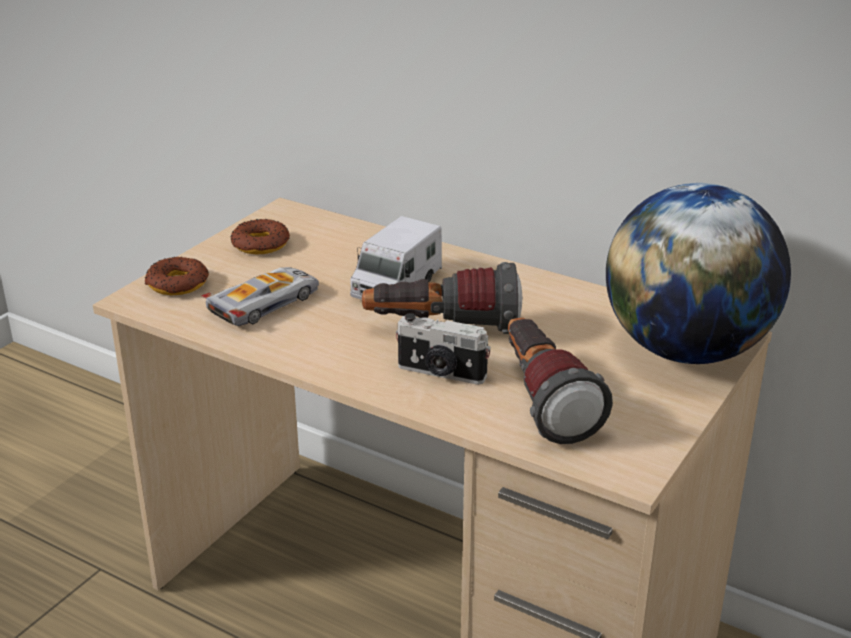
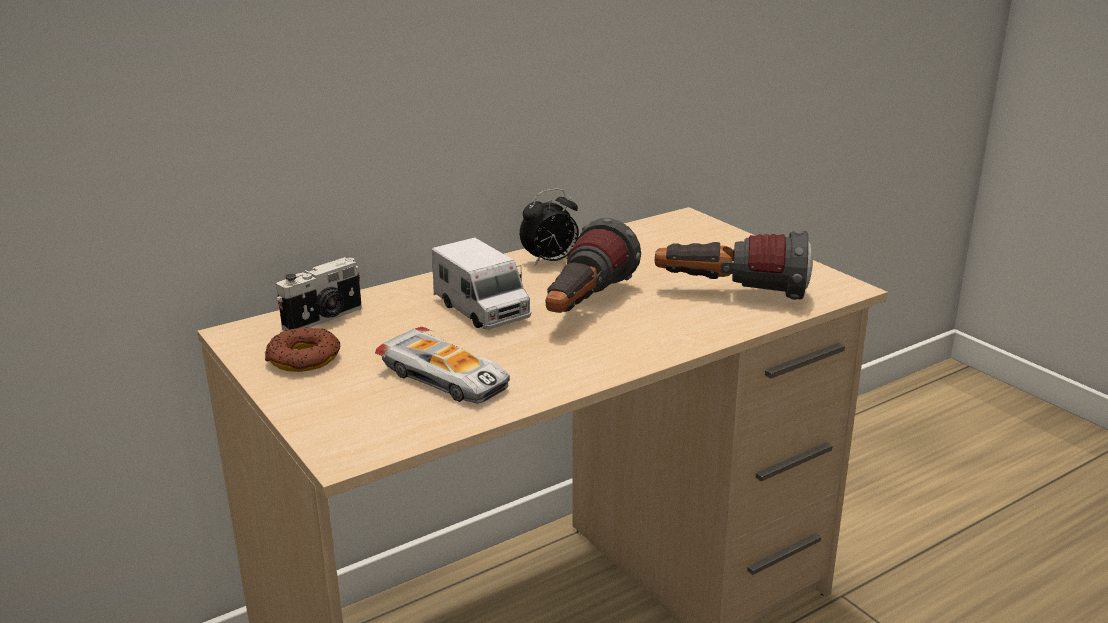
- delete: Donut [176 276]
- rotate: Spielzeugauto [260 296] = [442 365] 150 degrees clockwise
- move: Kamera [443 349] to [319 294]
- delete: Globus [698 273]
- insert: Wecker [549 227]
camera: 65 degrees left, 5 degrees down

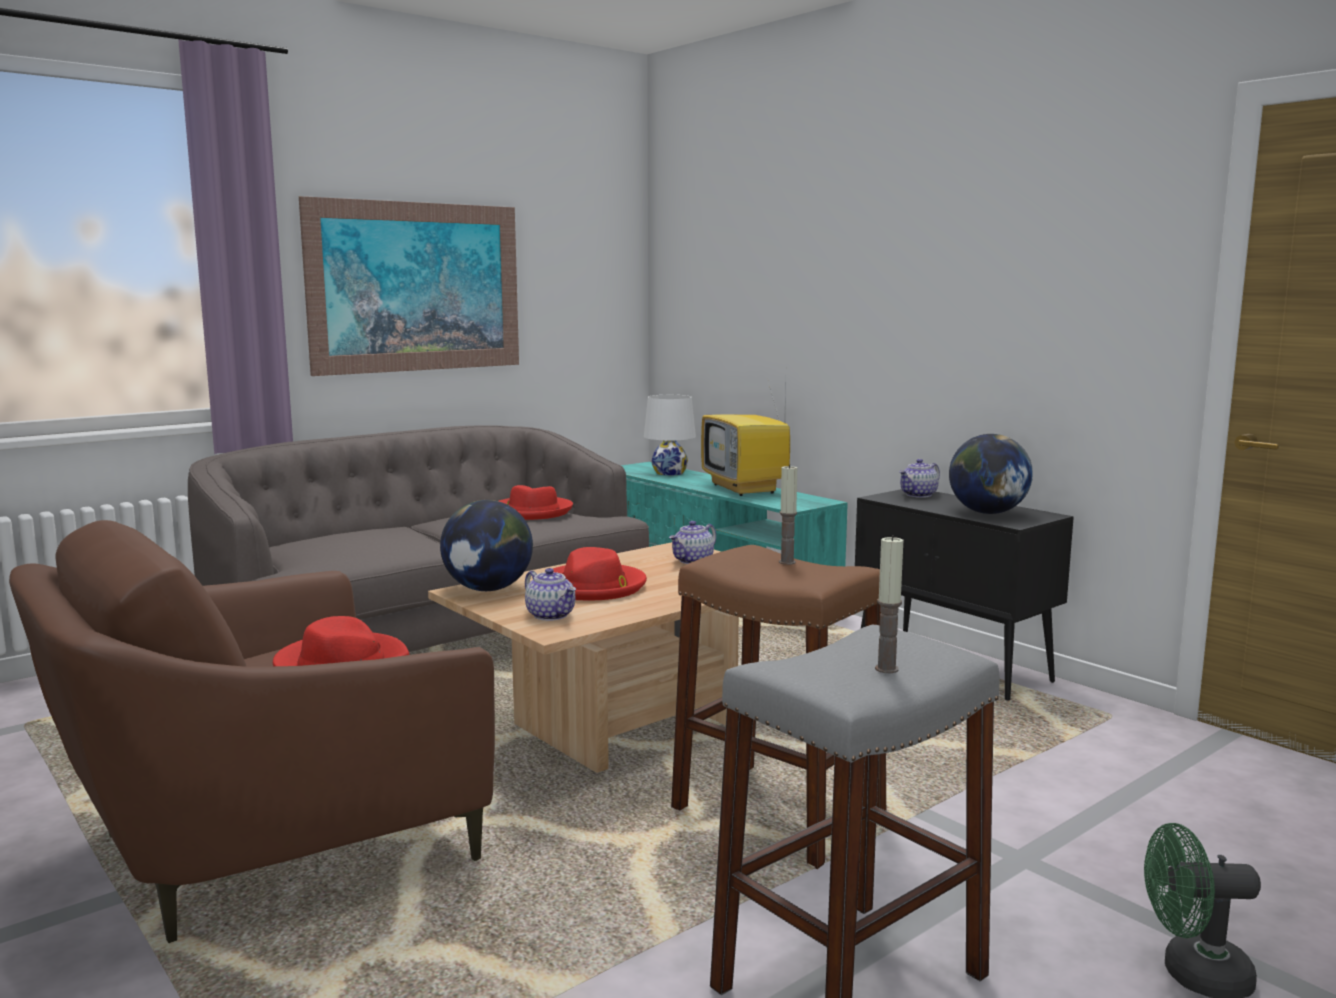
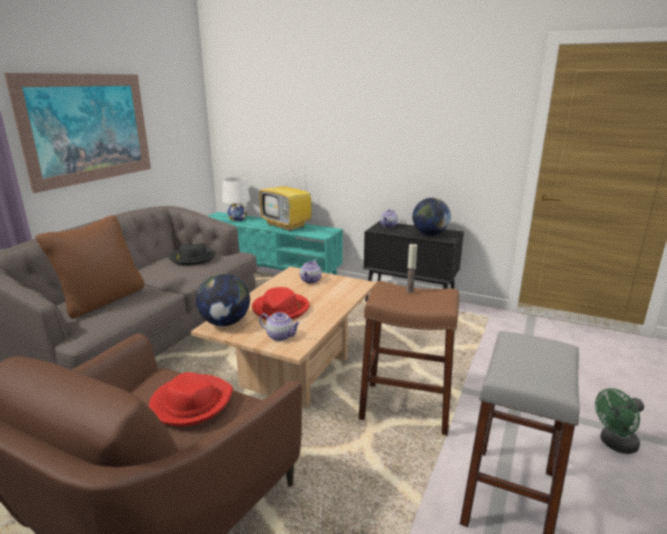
- recolor: Hut [rot] [536 502] to Hut [schwarz] [192 254]
- delete: Kerze [889 604]
- insert: Kissen [braun] [90 267]
camera: 25 degrees left, 10 degrees up

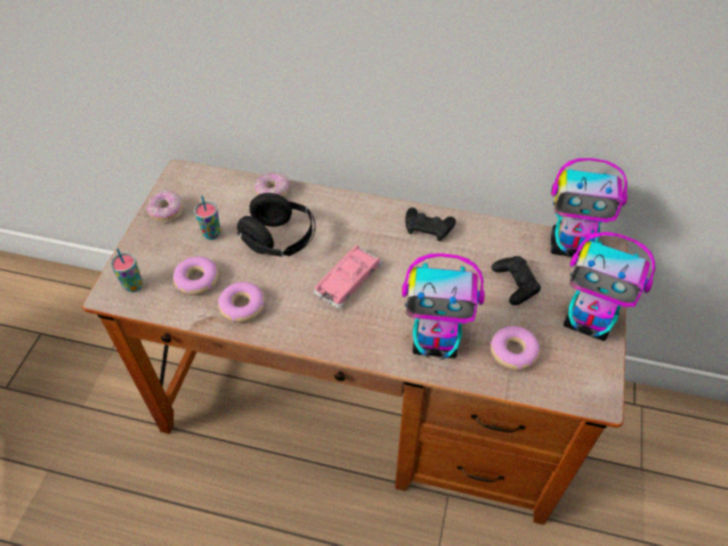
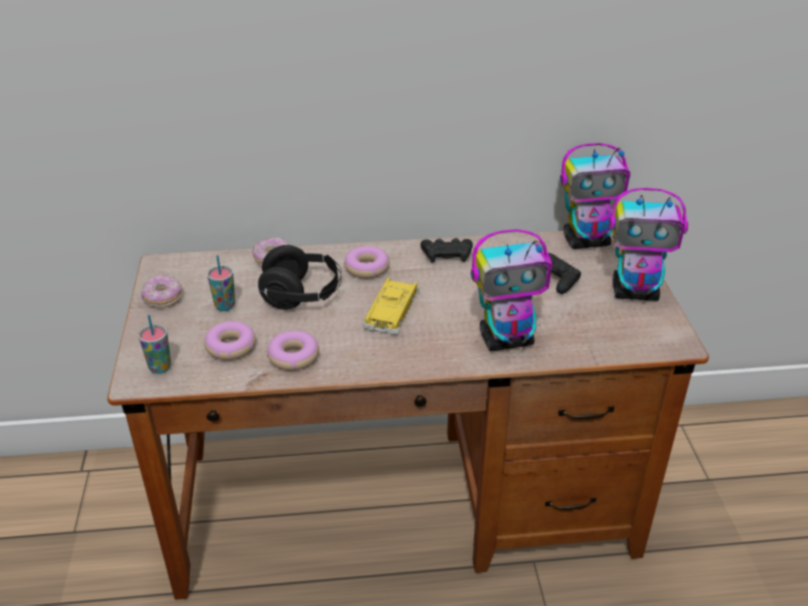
- recolor: Spielzeugauto [rosa] [347 277] to Spielzeugauto [gelb] [391 306]
- move: Donut [515 348] to [367 262]
camera: 20 degrees left, 15 degrees down

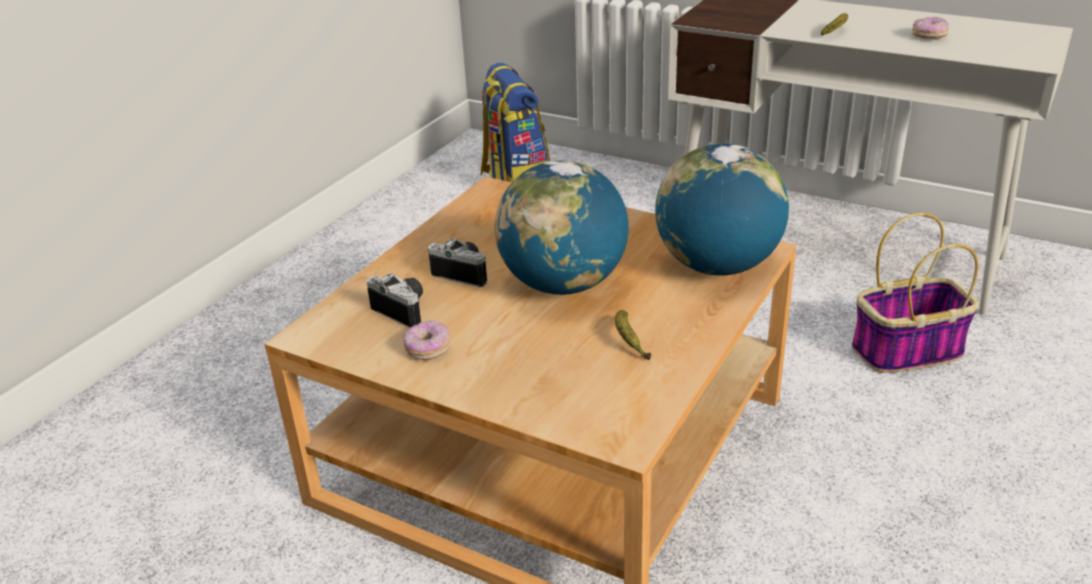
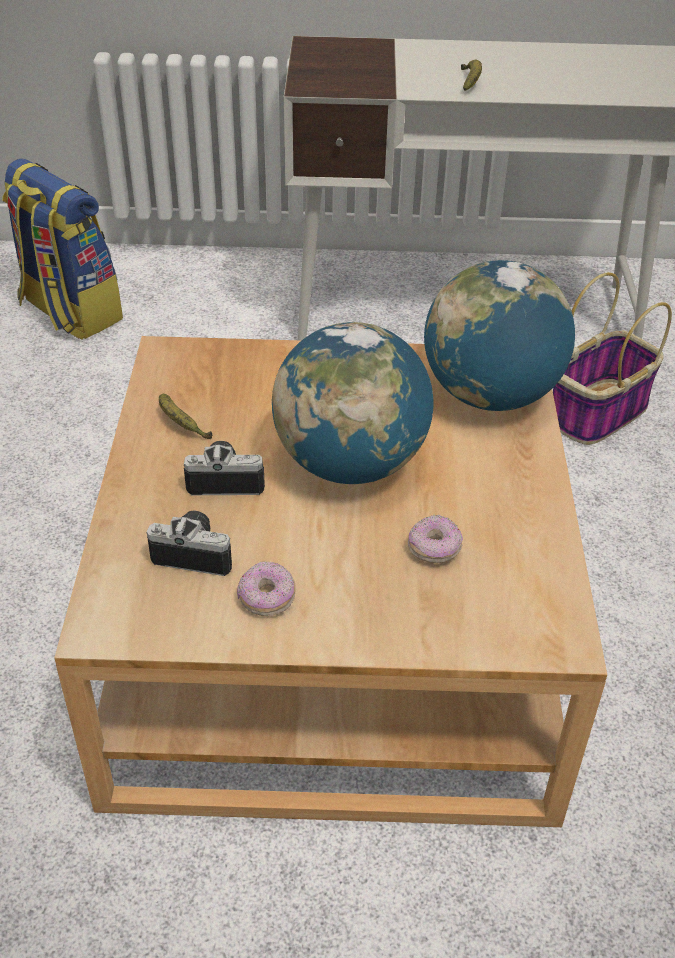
- move: Banane [633 335] to [185 416]
- move: Donut [930 27] to [435 539]
camera: 30 degrees left, 10 degrees up

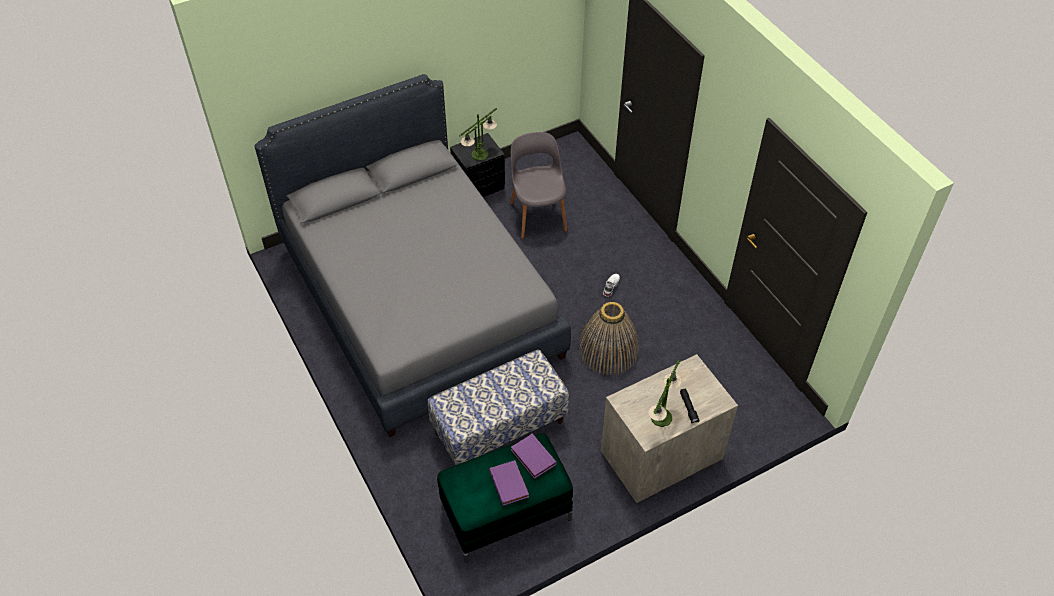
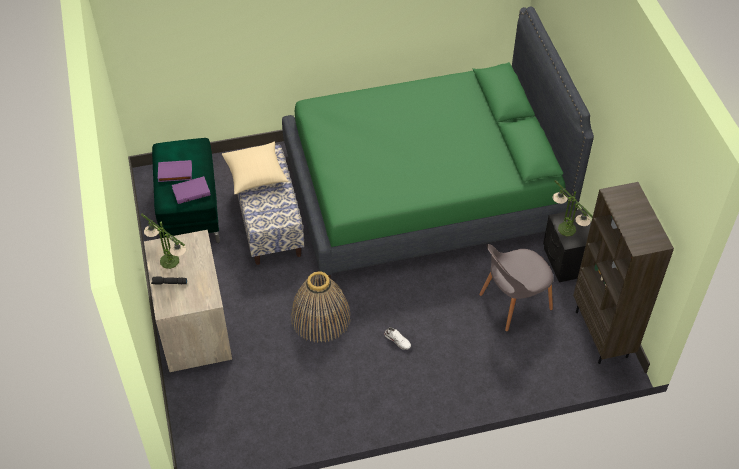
- recolor: Bett [grau] [412 255] to Bett [grün] [438 144]
- rotate: Stuhl [grau] [538 185] = [516 287] 150 degrees clockwise
- insert: Kissen [beige] [255 168]
- insert: Bücherregal [braun] [623 273]
camera: 105 degrees right, 0 degrees up

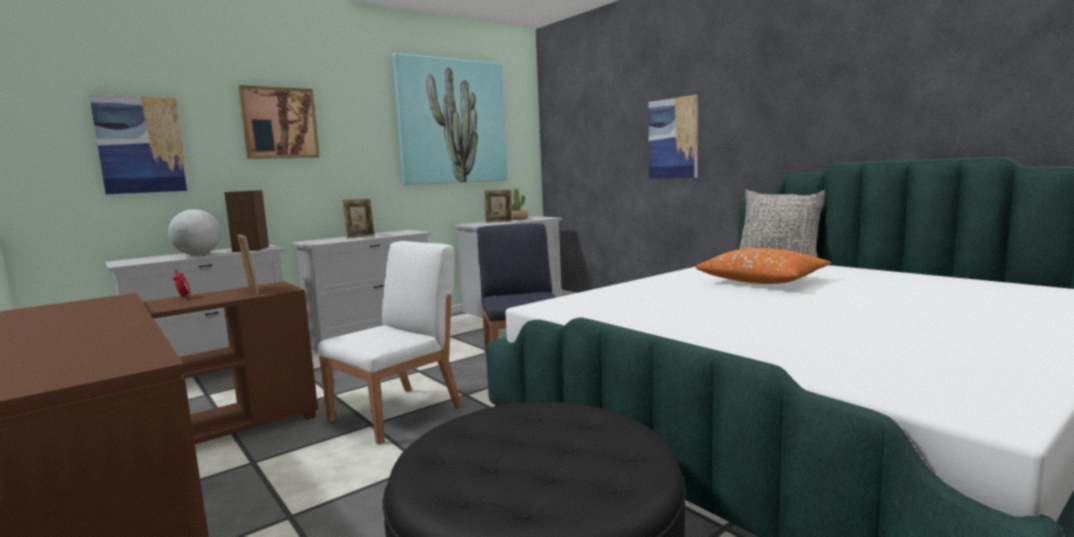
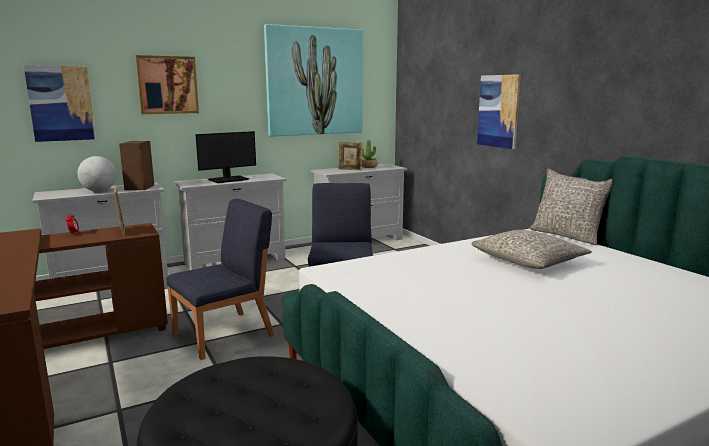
- recolor: Stuhl [weiß] [390 343] to Stuhl [blau] [220 279]
- replace: Bilderrahmen [358 219] to Monitor [225 157]
- recolor: Kissen [orange] [763 266] to Kissen [grau] [531 249]
camera: 10 degrees right, 5 degrees up

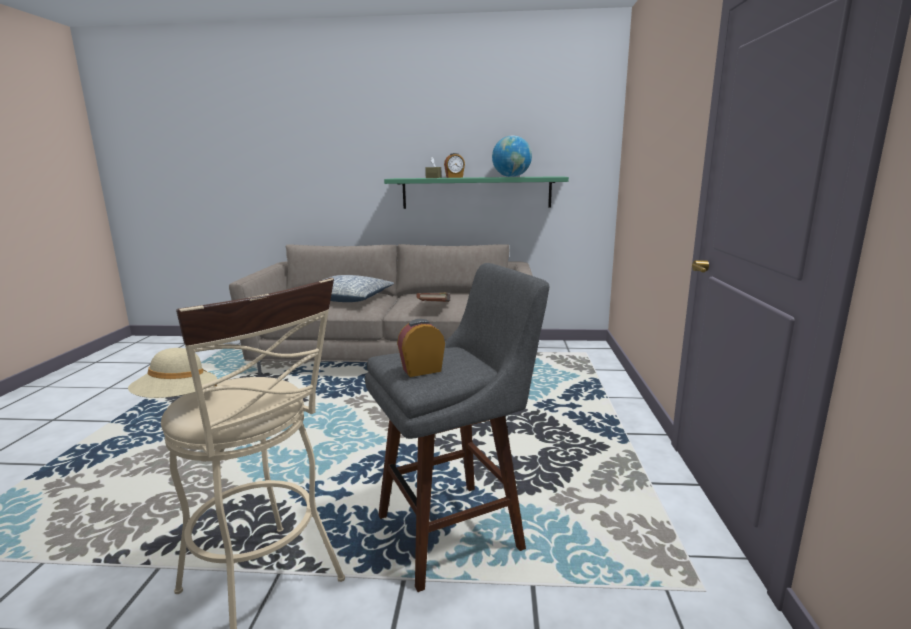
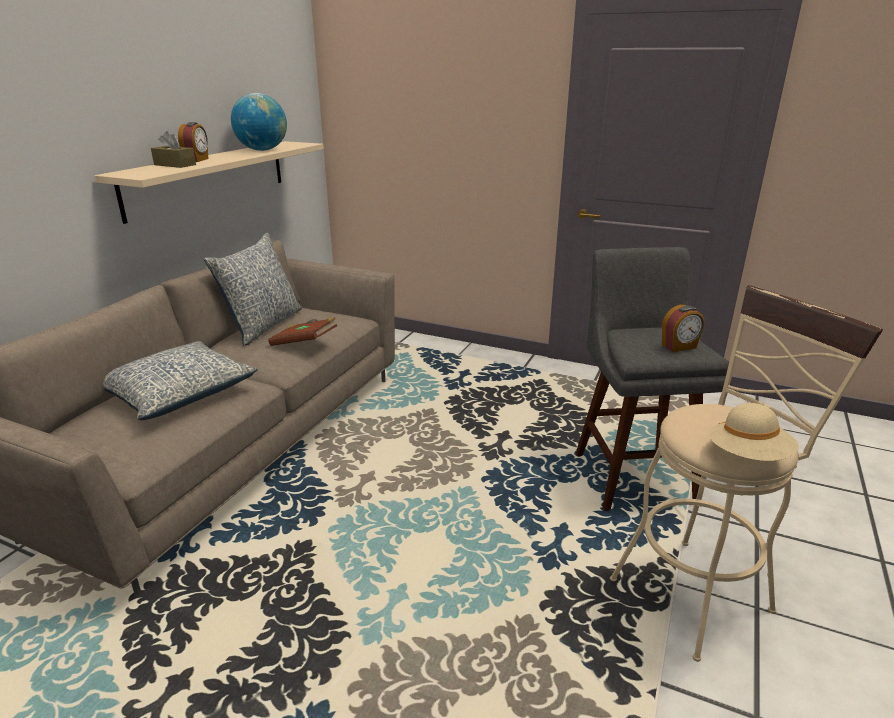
- recolor: Wandregal [grün] [476 192] to Wandregal [beige] [209 182]
- rotate: Wecker [421 348] = [683 328] 105 degrees counterclockwise
- insert: Kissen [253 289]
camera: 70 degrees left, 10 degrees up

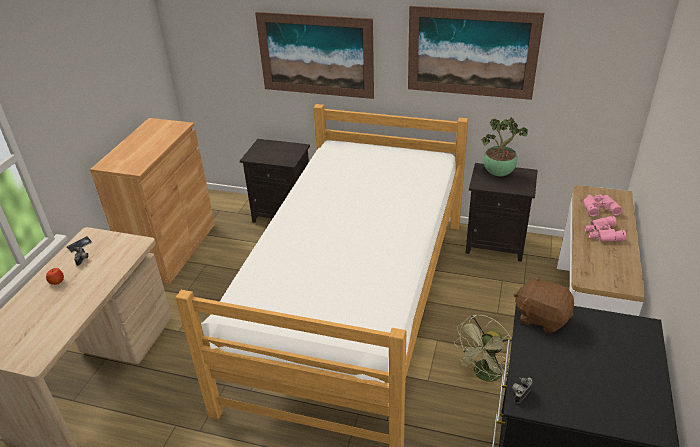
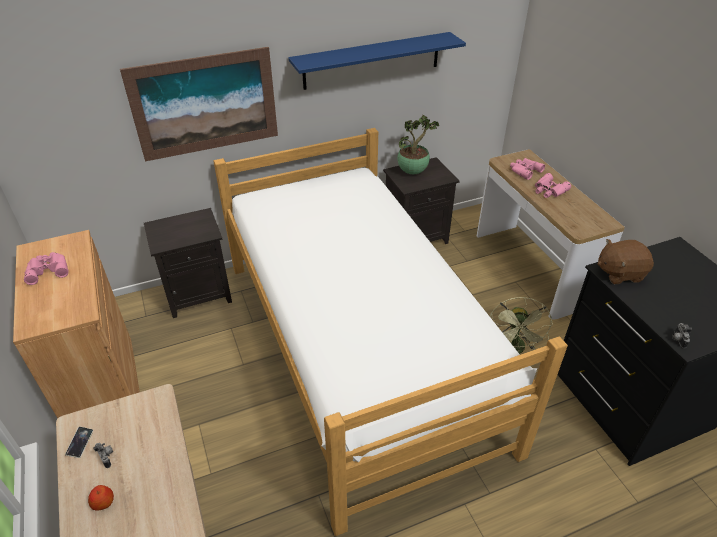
- replace: Bild [476 53] to Wandregal [blau] [377 61]
- insert: Fernglas [rosa] [46 268]
camera: 40 degrees left, 5 degrees up

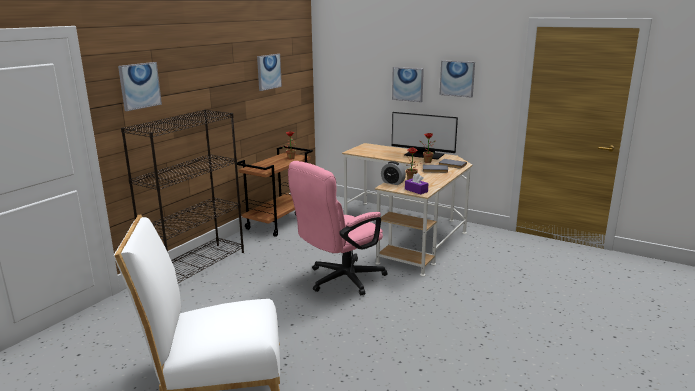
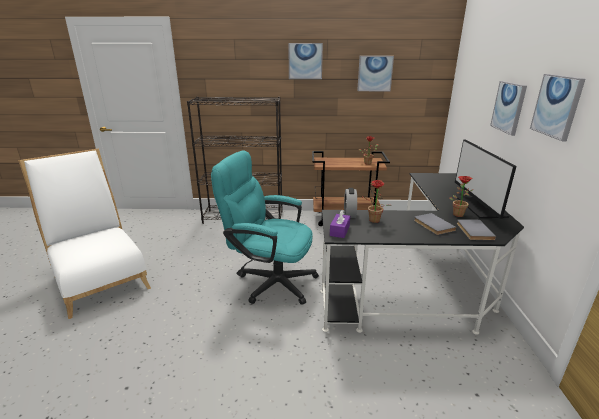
- move: Bild [140 86] to [305 61]
- recolor: Bürostuhl [rosa] [338 228] to Bürostuhl [türkis] [265 227]
- recolor: Schreibtisch [beige] [407 209] to Schreibtisch [schwarz] [422 254]
camera: 60 degrees right, 5 degrees up

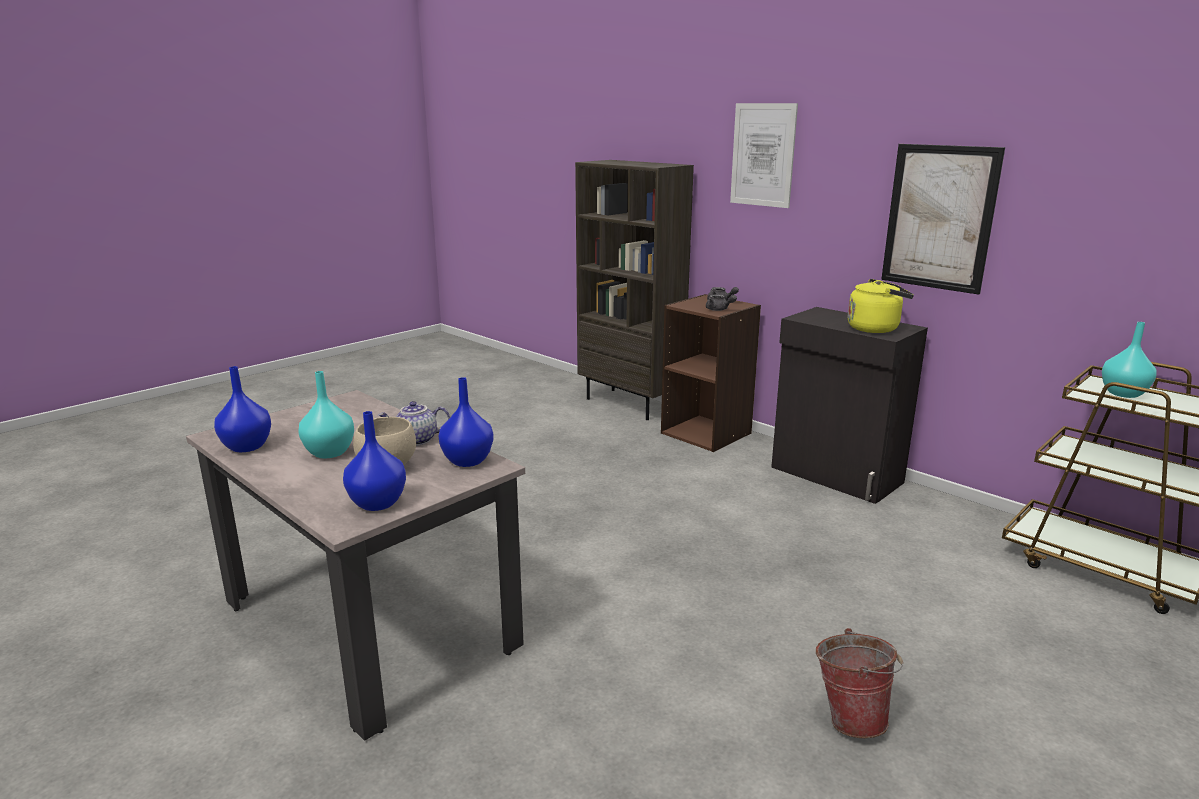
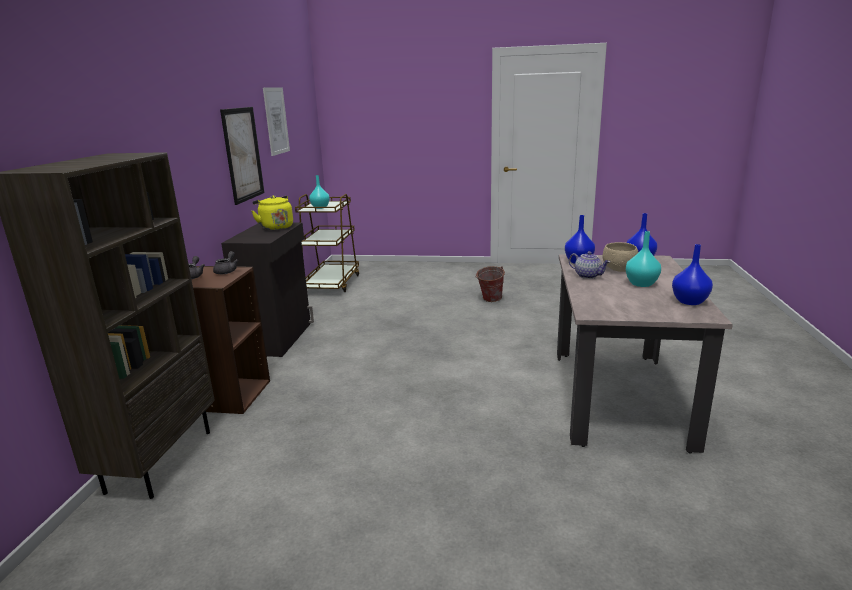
- move: Bild [764 155] to [276 121]
camera: 125 degrees left, 0 degrees up

